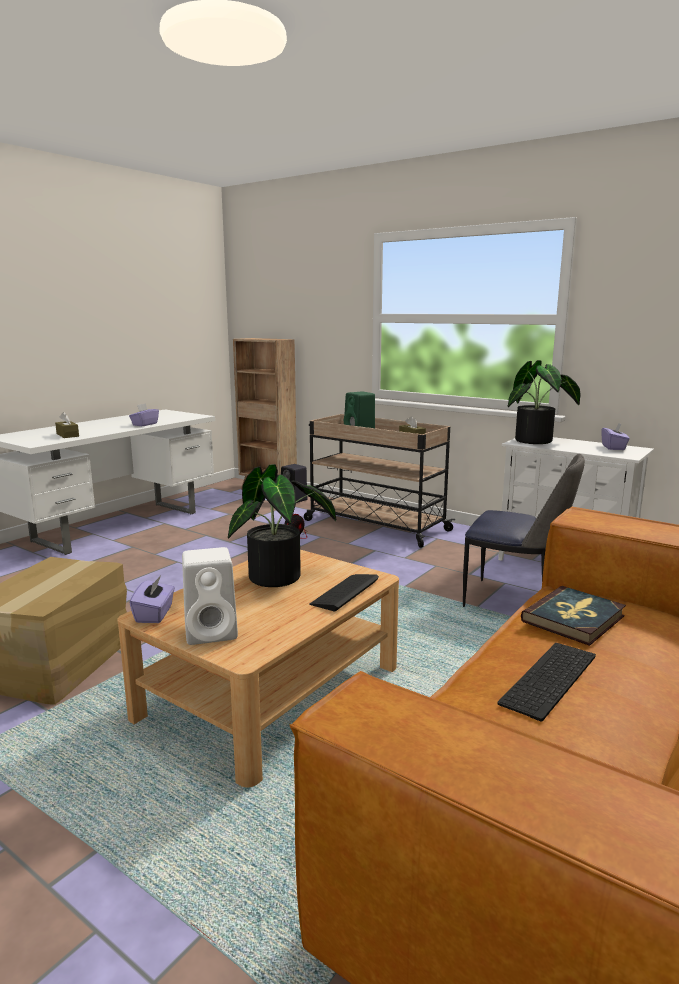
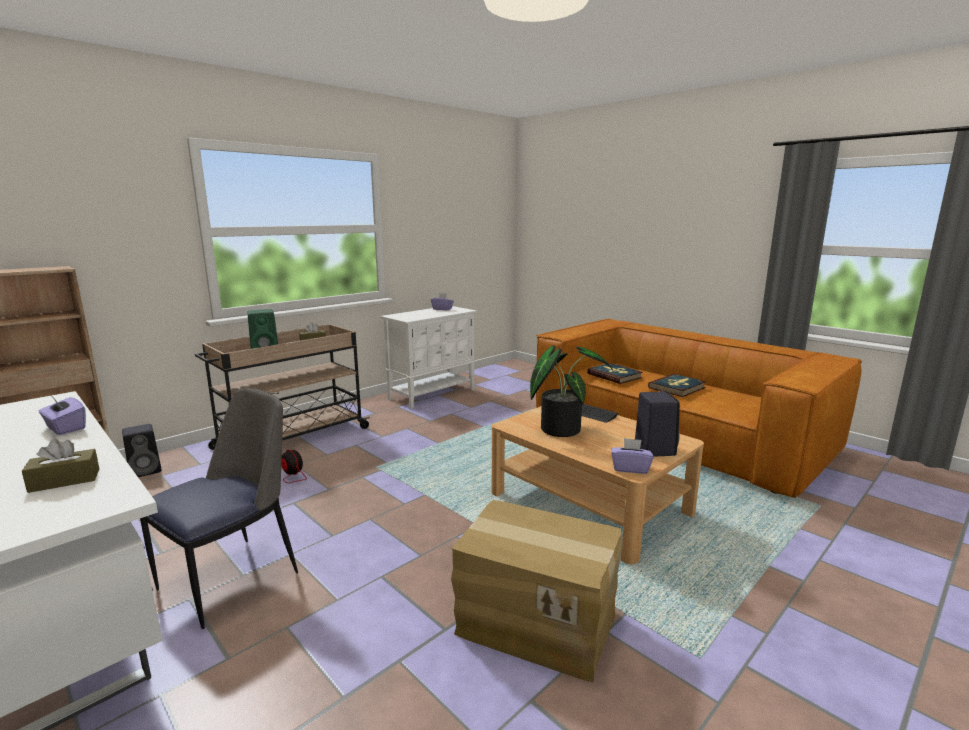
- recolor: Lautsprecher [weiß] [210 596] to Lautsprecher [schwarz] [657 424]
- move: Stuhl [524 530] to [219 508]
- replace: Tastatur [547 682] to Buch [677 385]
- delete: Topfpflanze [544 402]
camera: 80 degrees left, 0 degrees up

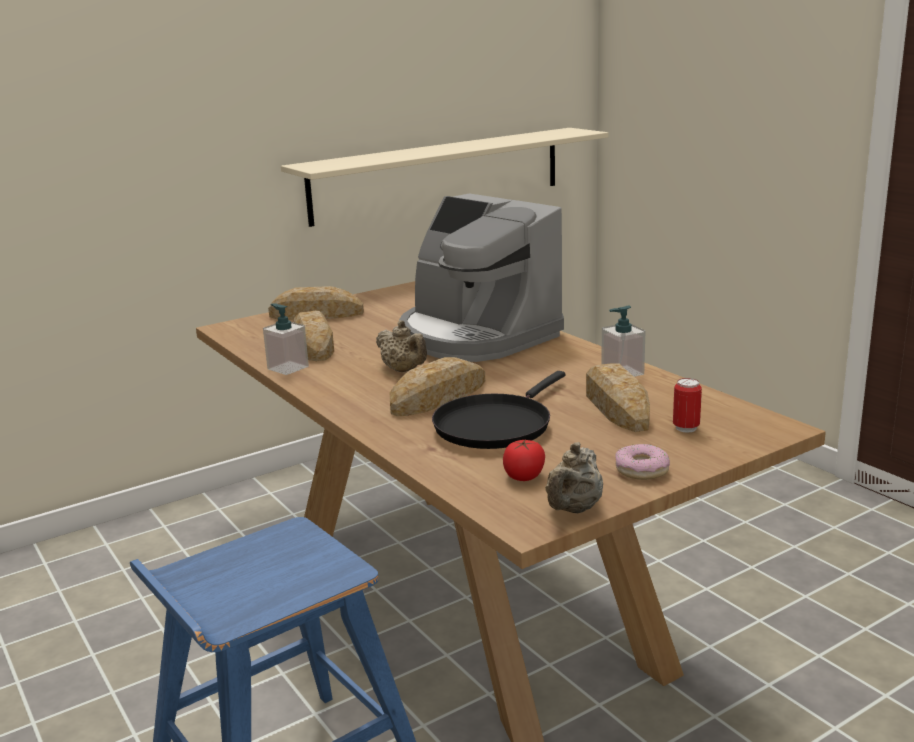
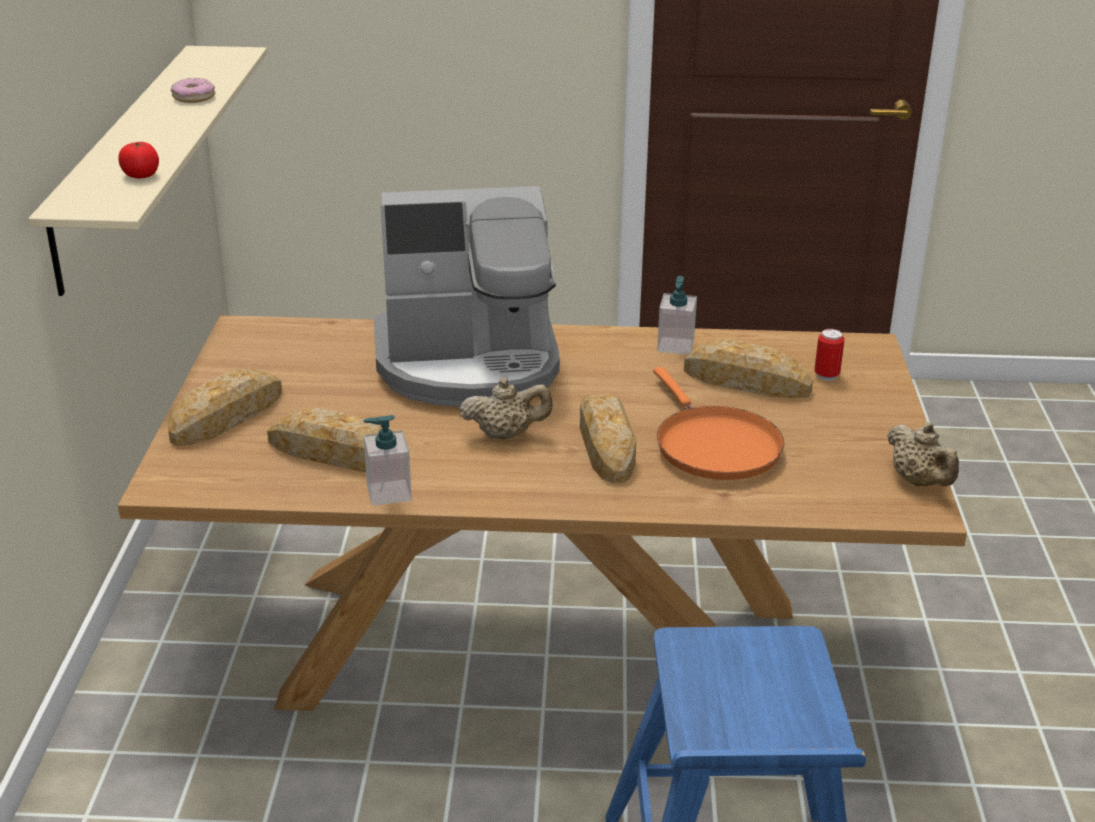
- recolor: Pfanne [schwarz] [498 410] to Pfanne [orange] [718 423]
- move: Tomate [524 460] to [138 160]
- move: Donut [642 462] to [193 90]
camera: 55 degrees left, 10 degrees up

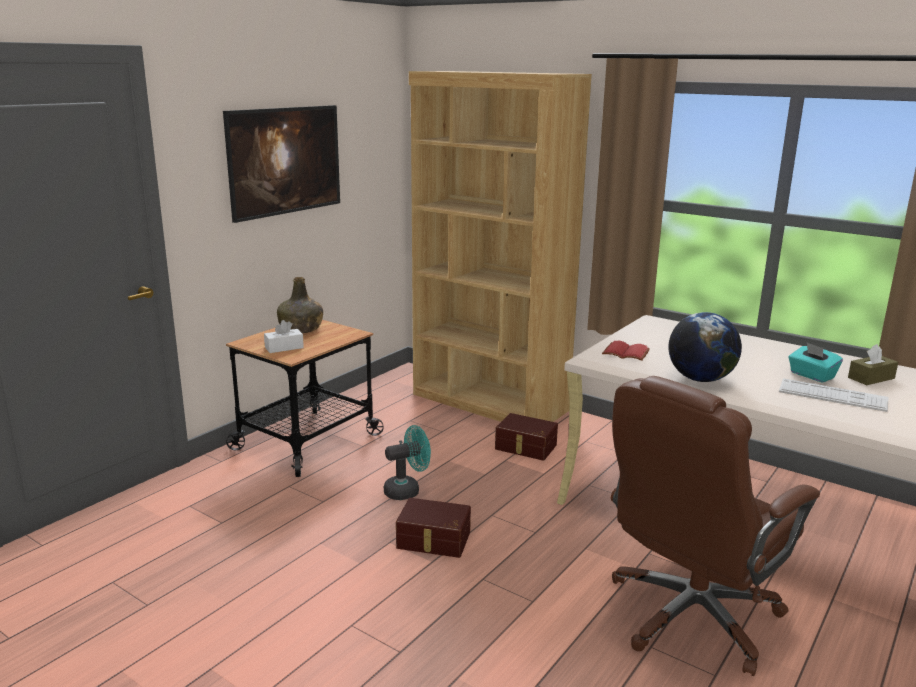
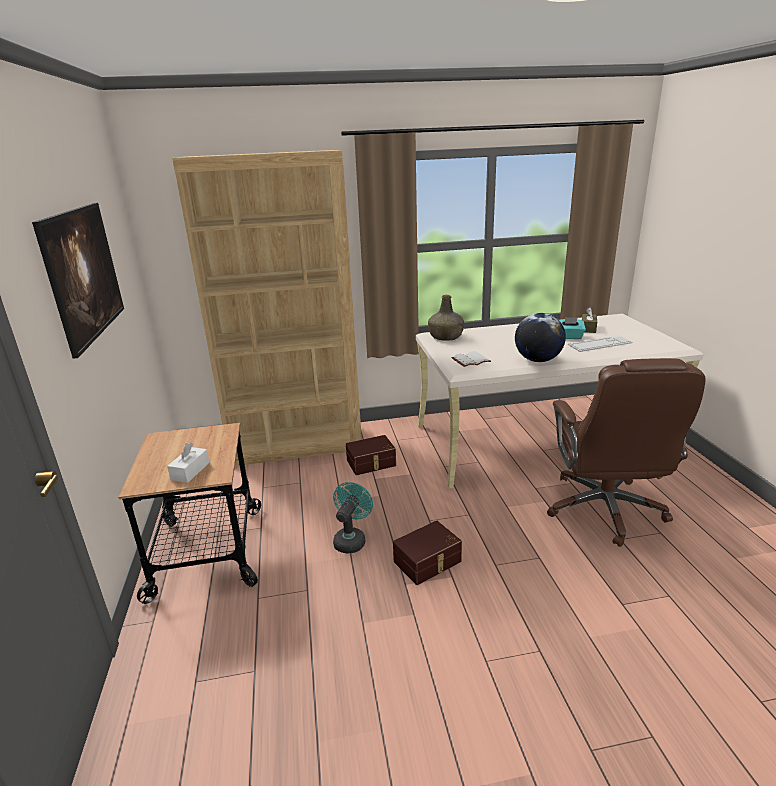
- move: Flasche [grün] [300 305] to [446 318]
- recolor: Buch [rot] [626 351] to Buch [weiß] [471 359]
camera: 45 degrees left, 5 degrees up

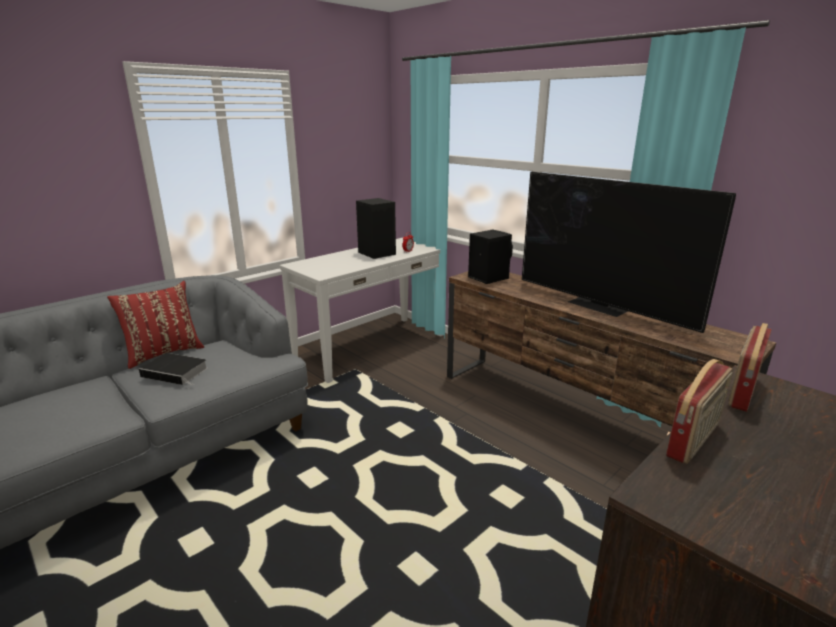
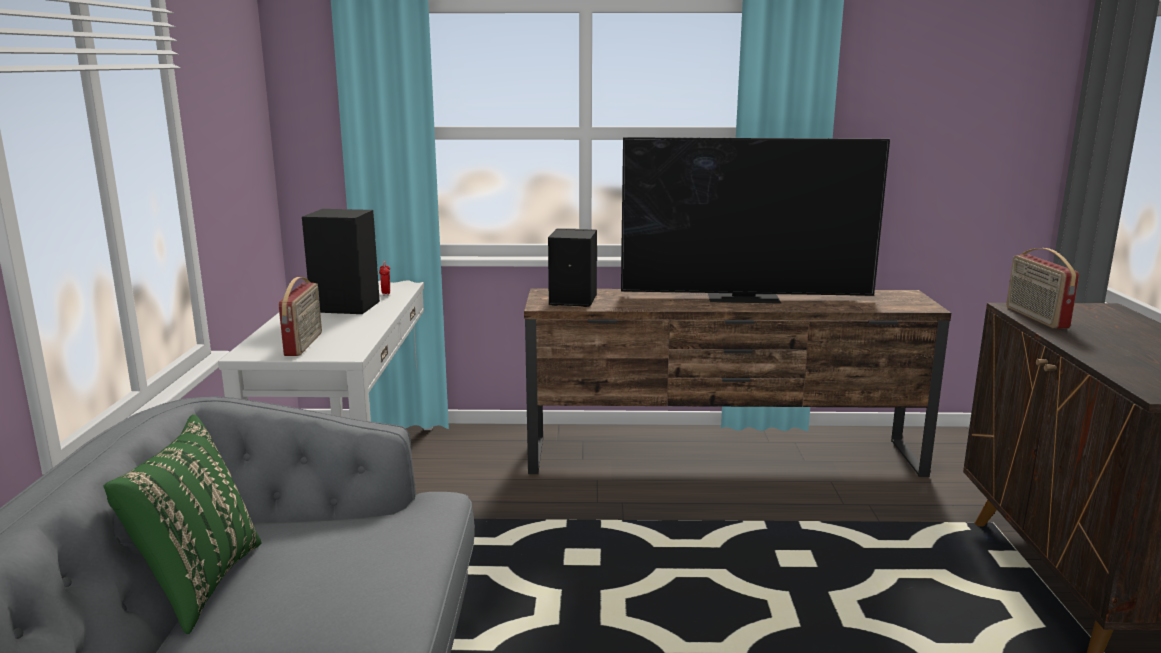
- recolor: Kissen [rot] [155 325] to Kissen [grün] [182 524]
- delete: Buch [173 369]
- move: Radio [699 411] to [300 316]
camera: 45 degrees left, 5 degrees down

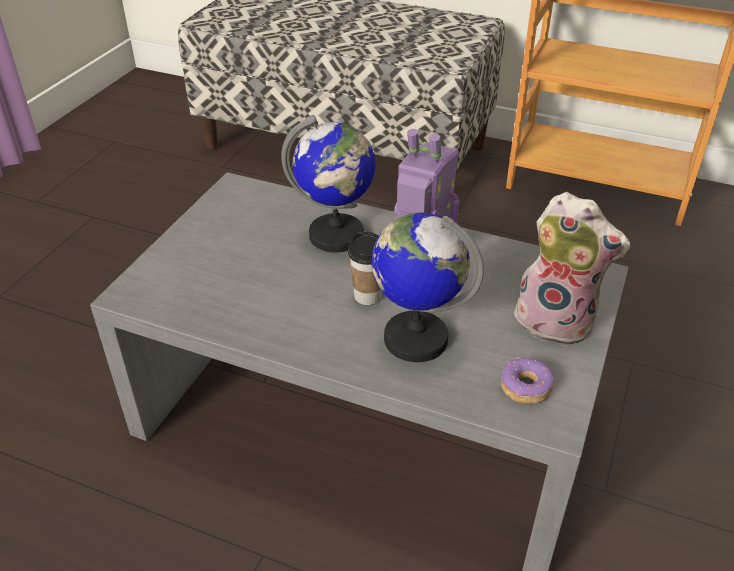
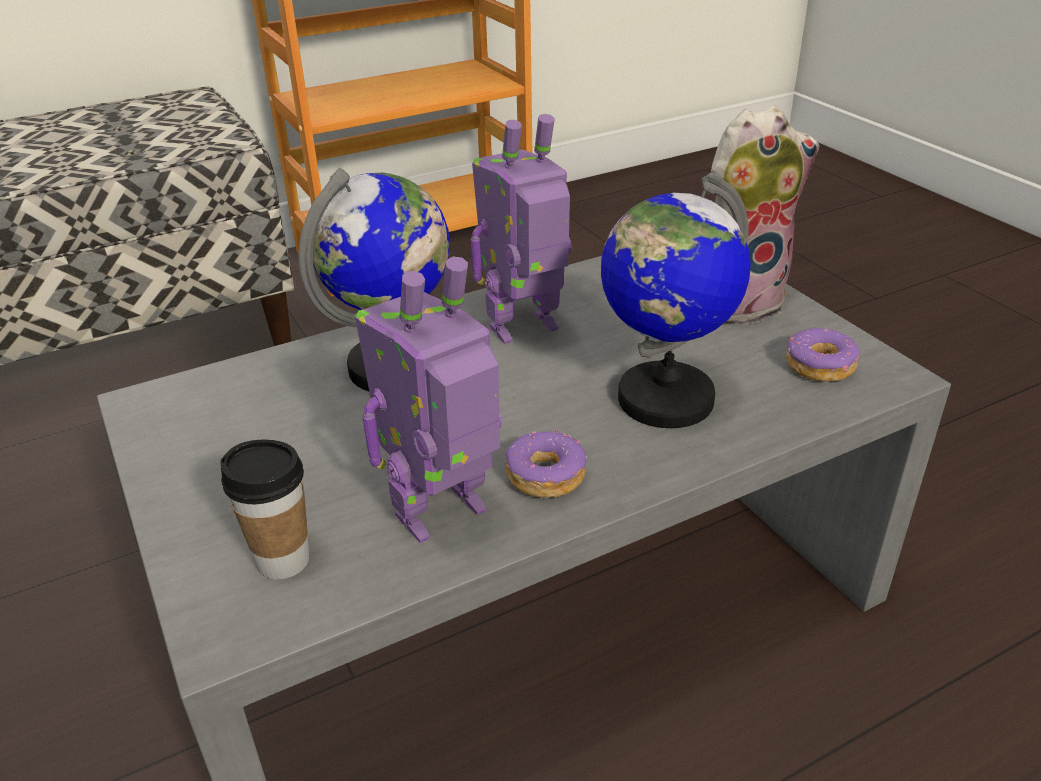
- move: Tasse [365 268] to [265 510]
- insert: Spielzeugroboter [428 400]
- insert: Donut [546 464]
camera: 50 degrees left, 5 degrees down

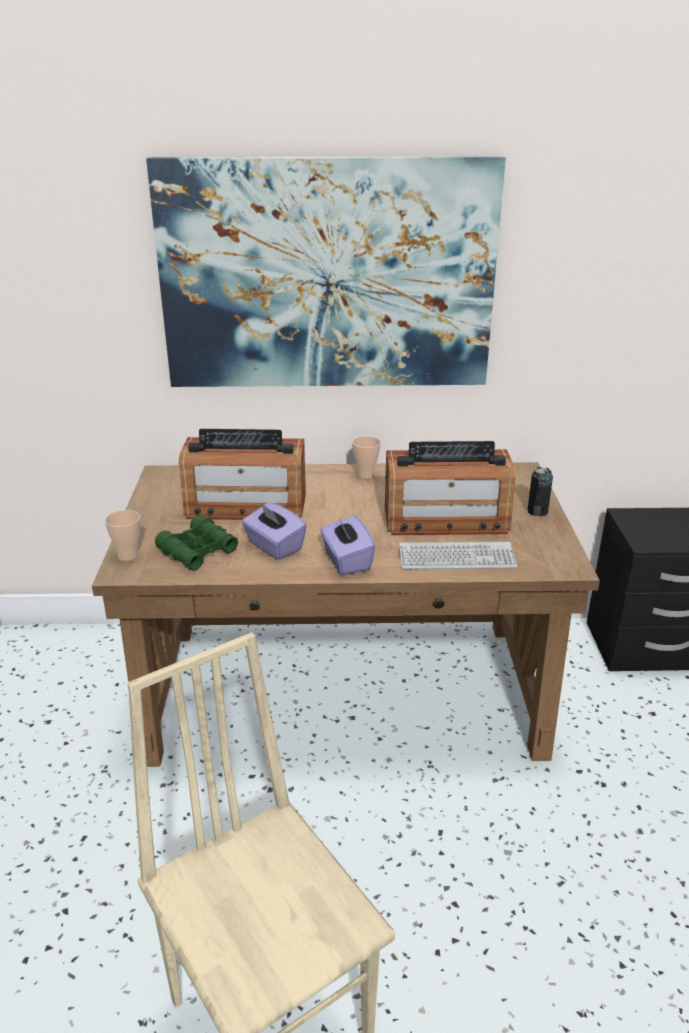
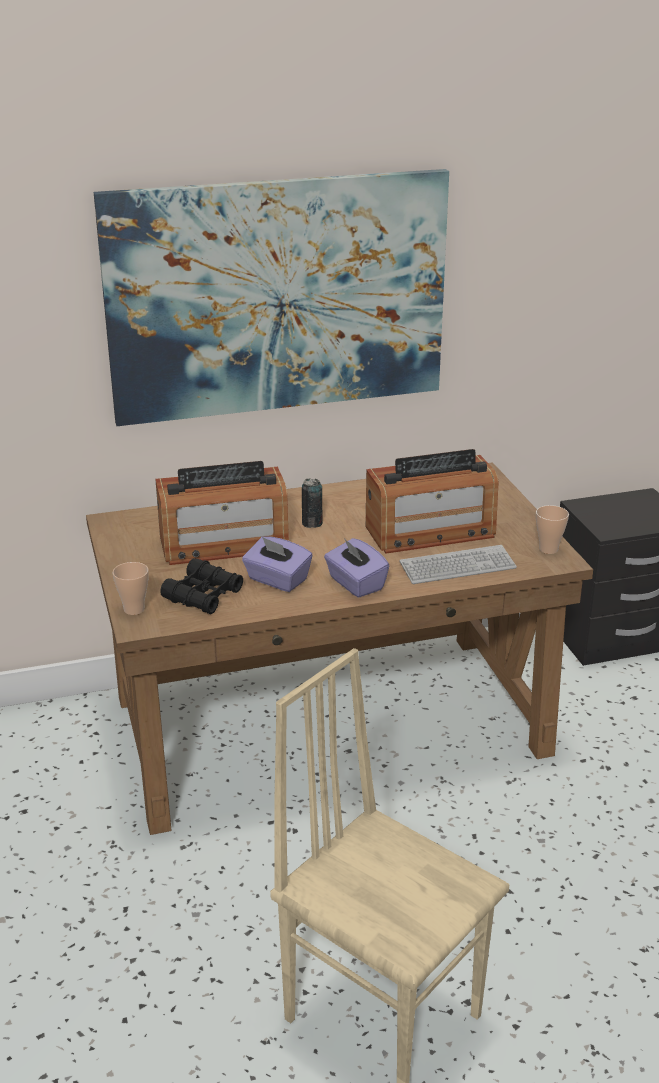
- recolor: Fernglas [grün] [196 543] to Fernglas [schwarz] [201 586]
- move: Tasse [366 457] to [552 529]
- move: Dose [540 491] to [312 503]
camera: 15 degrees left, 0 degrees up

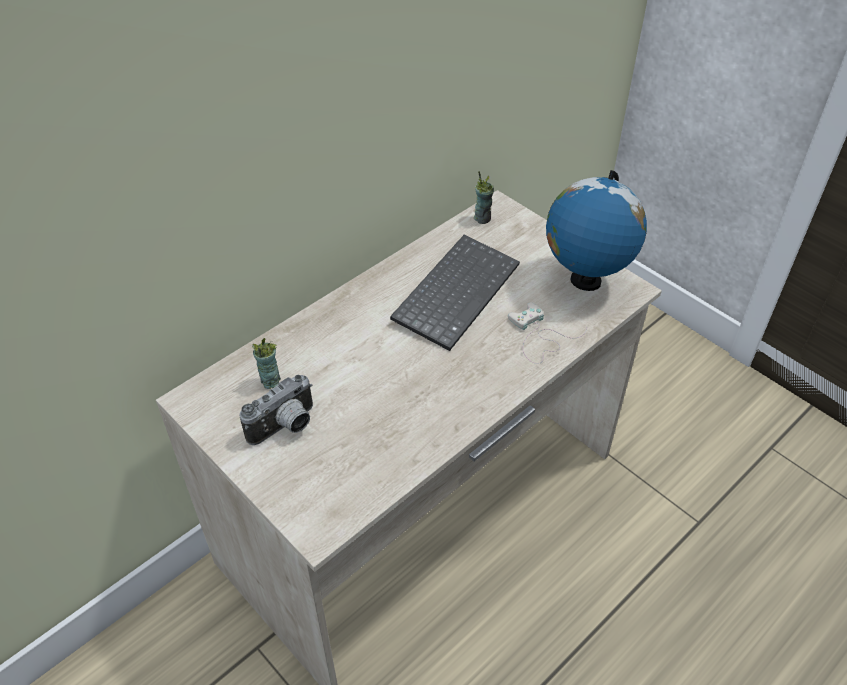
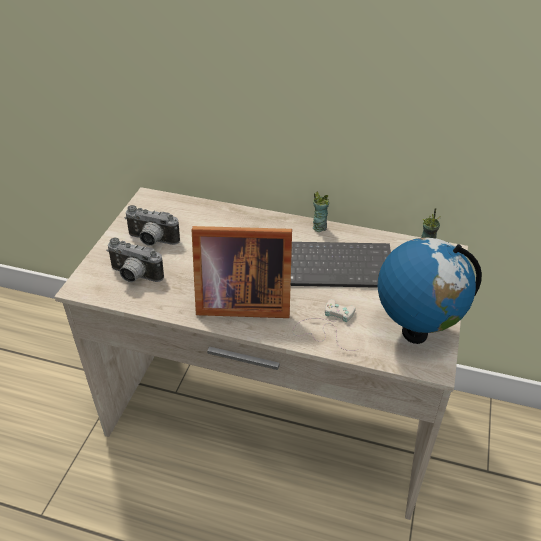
- move: Tasse [266 363] to [321 212]
- insert: Kamera [135 260]
- insert: Bilderrahmen [242 272]
camera: 60 degrees right, 5 degrees down

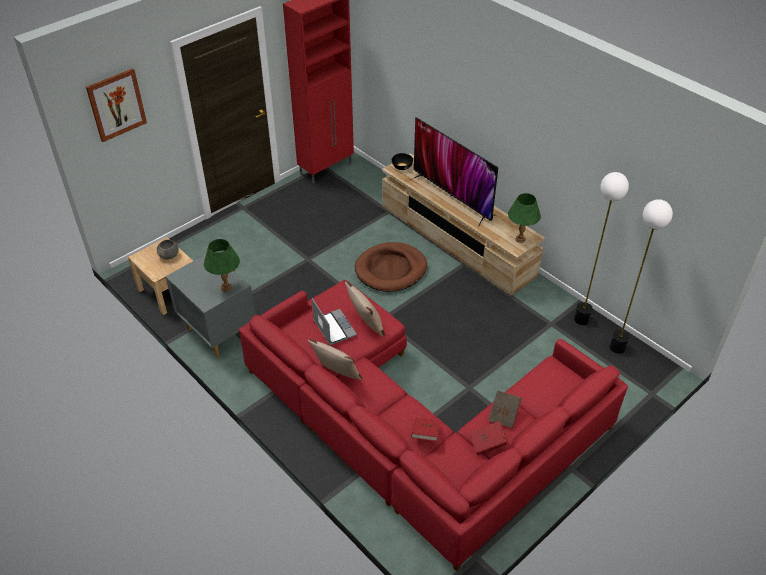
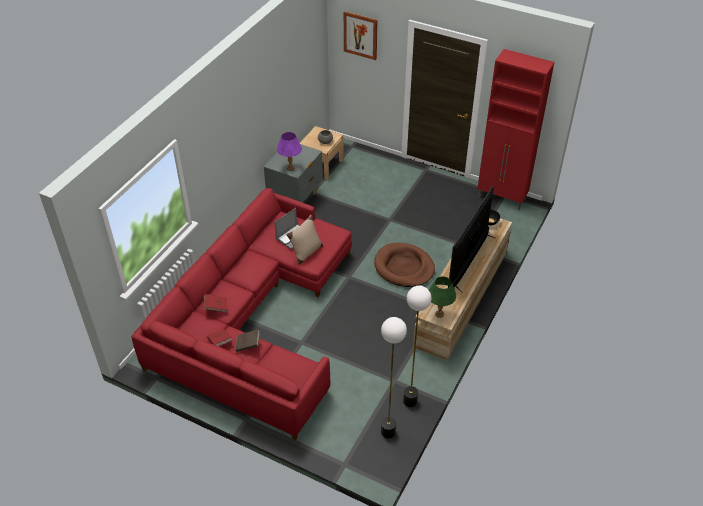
- recolor: Tischlampe [grün] [222 265] to Tischlampe [lila] [289 151]
- delete: Kissen [beige] [335 359]
camera: 70 degrees right, 0 degrees up

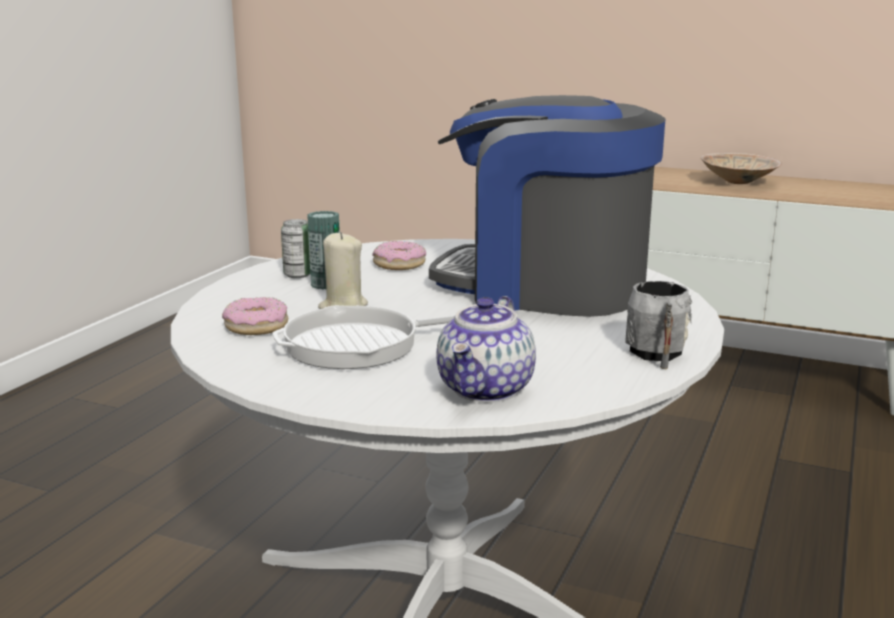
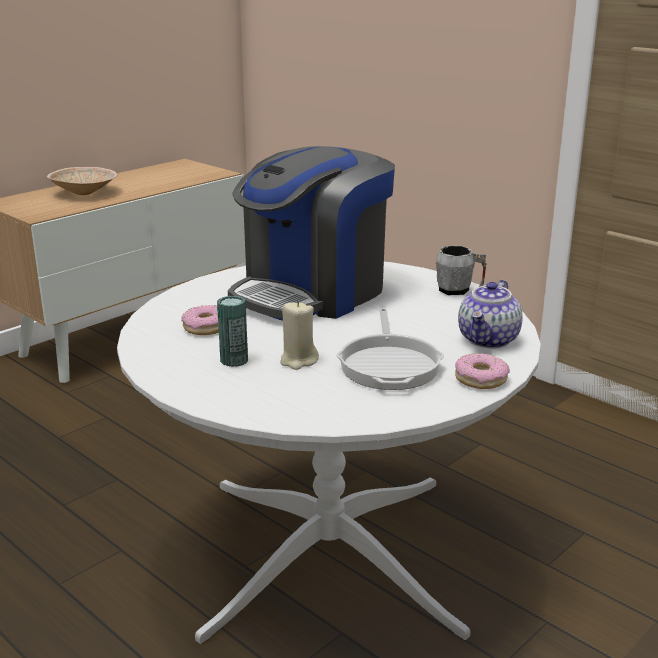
- move: Donut [255 316] to [482 371]
- delete: Dose [295 248]
- rotate: Teekanne [486 349] = [490 314] 75 degrees clockwise
camera: 70 degrees left, 5 degrees up

